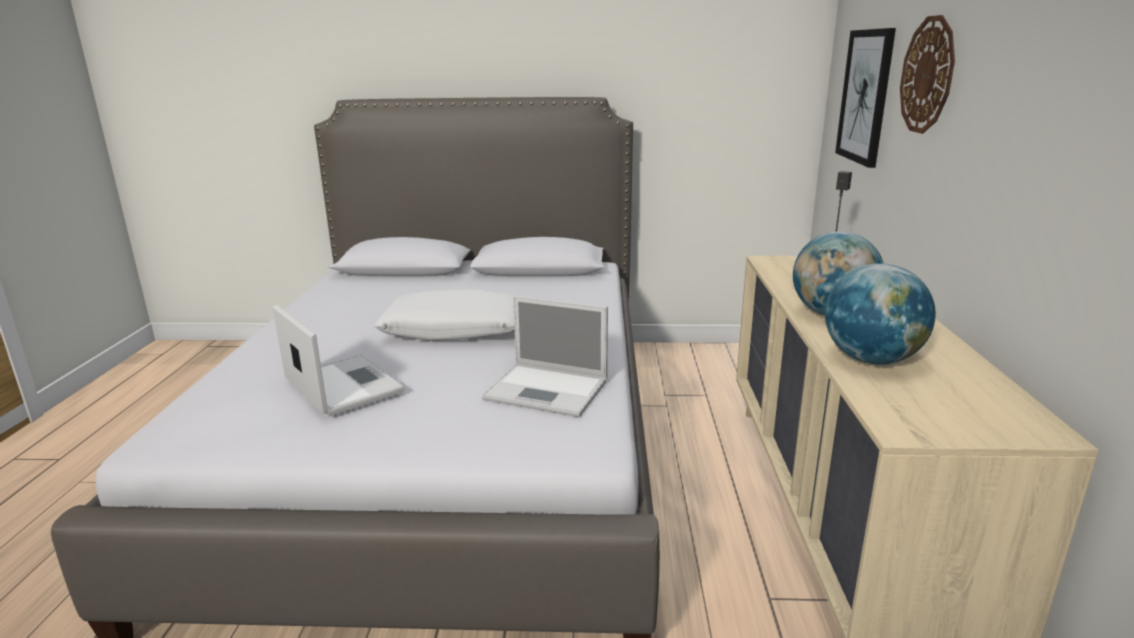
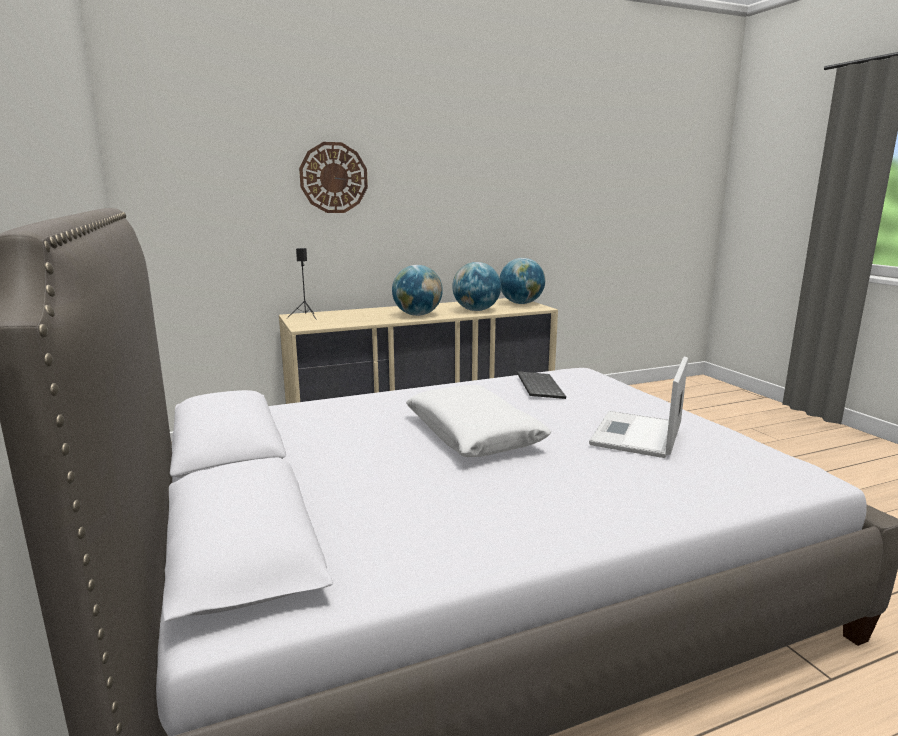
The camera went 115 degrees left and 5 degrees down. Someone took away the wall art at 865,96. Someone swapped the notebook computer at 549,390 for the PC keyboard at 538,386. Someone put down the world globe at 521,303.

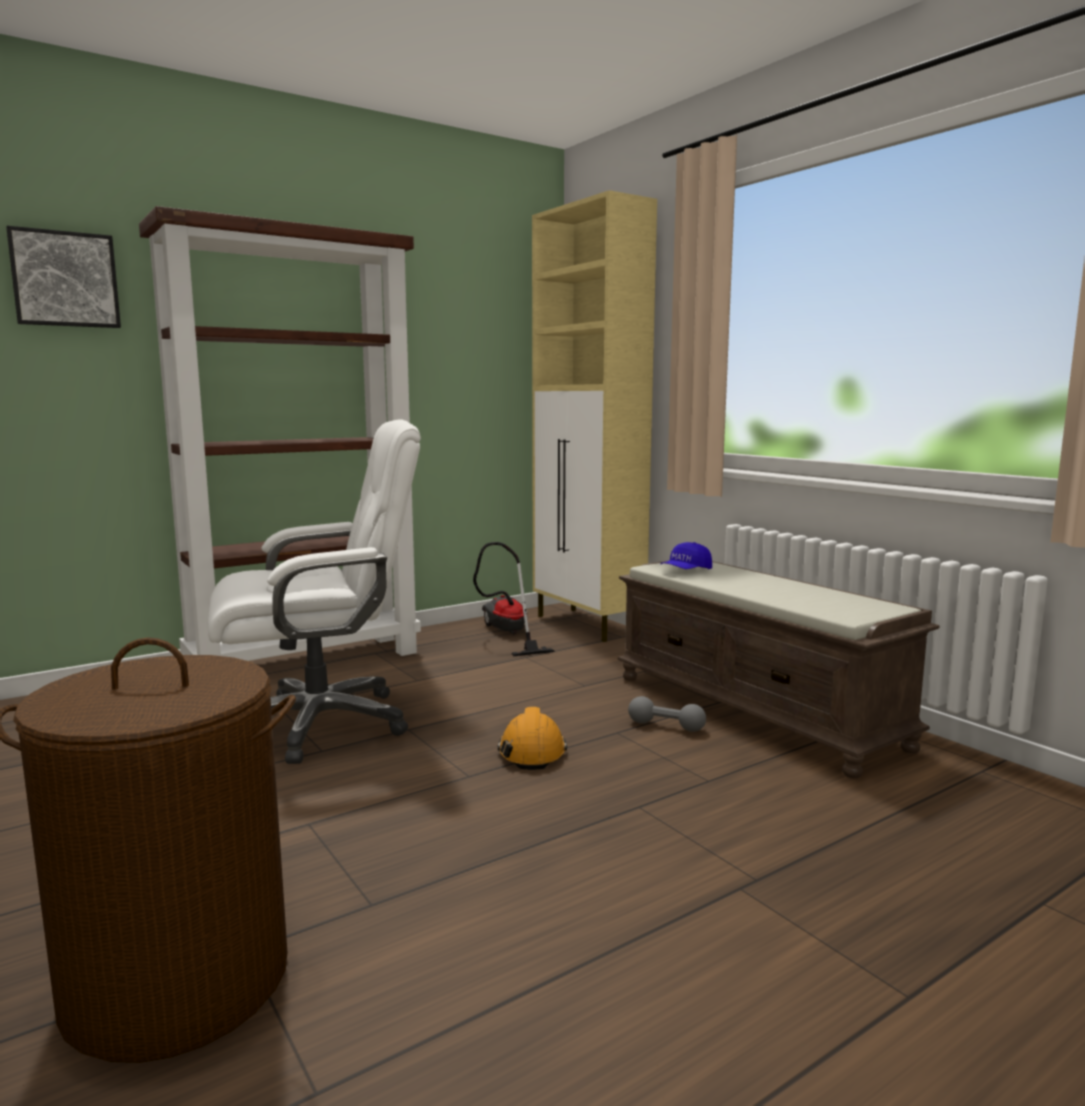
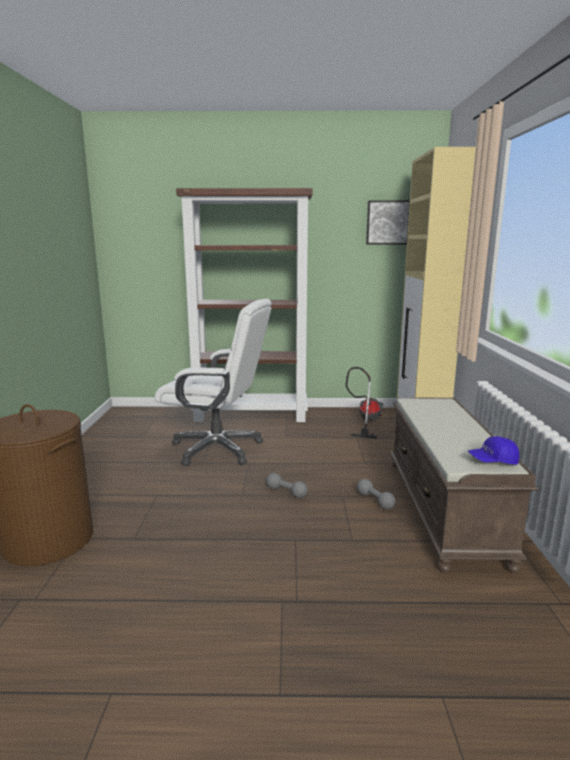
The camera went 35 degrees right and 5 degrees up. Someone carried the wall art from 65,279 to 387,222. Someone carried the peaked cap/blue from 686,571 to 492,461. Someone swapped the hard hat/orange-coloured at 532,751 for the free weight/grey at 286,492.

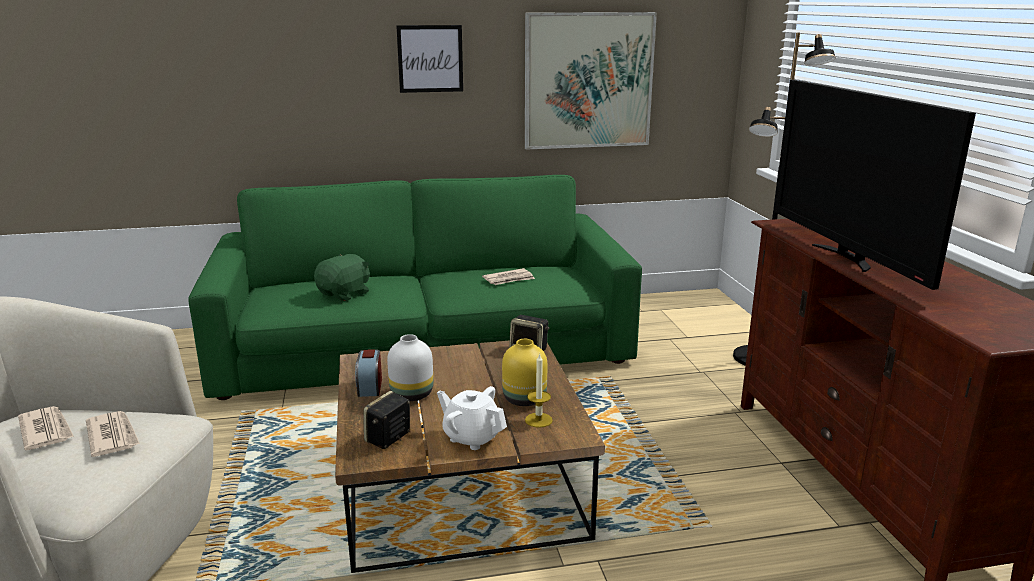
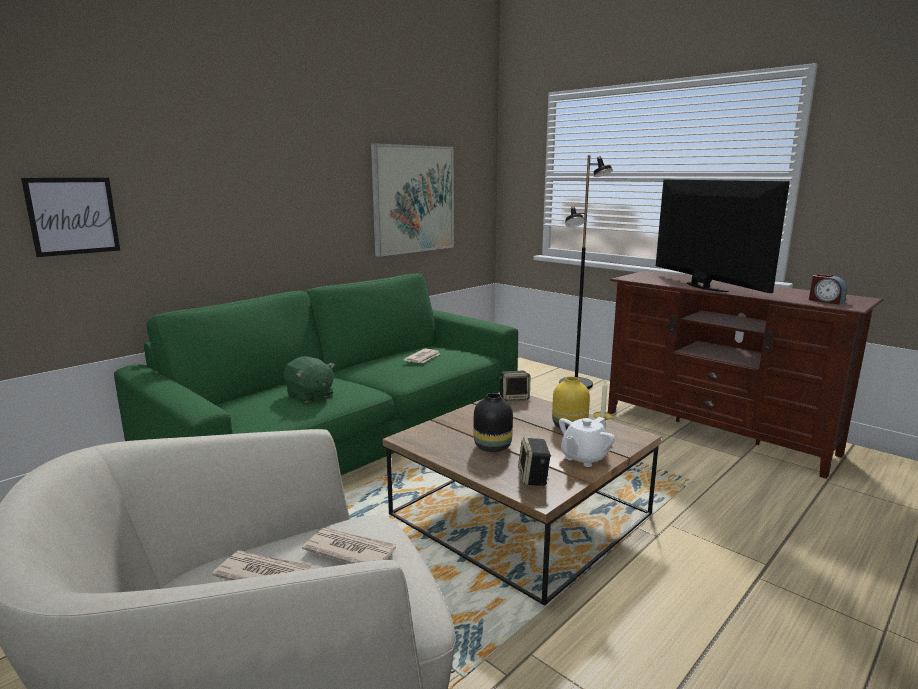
The camera went 35 degrees left and 5 degrees down. Someone carried the wall art from 430,59 to 73,216. Someone rotated the TV at 845,257 by 150 degrees counterclockwise. Someone rotated the plush toy/green at 345,294 by 135 degrees clockwise. Someone repainted the decorative vase/white-coloured at 411,394, which became the decorative vase/black at 491,446. Someone carried the alarm clock from 370,387 to 825,301. Someone rotated the tea pot/white-coloured at 472,437 by 45 degrees counterclockwise.

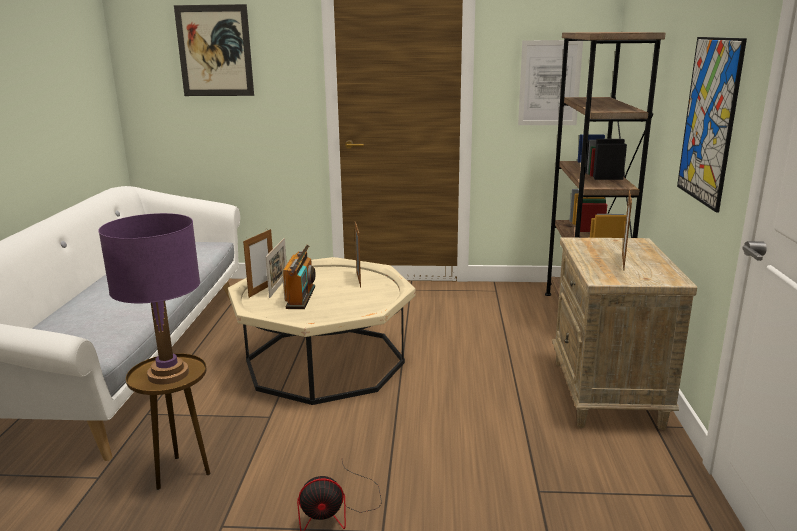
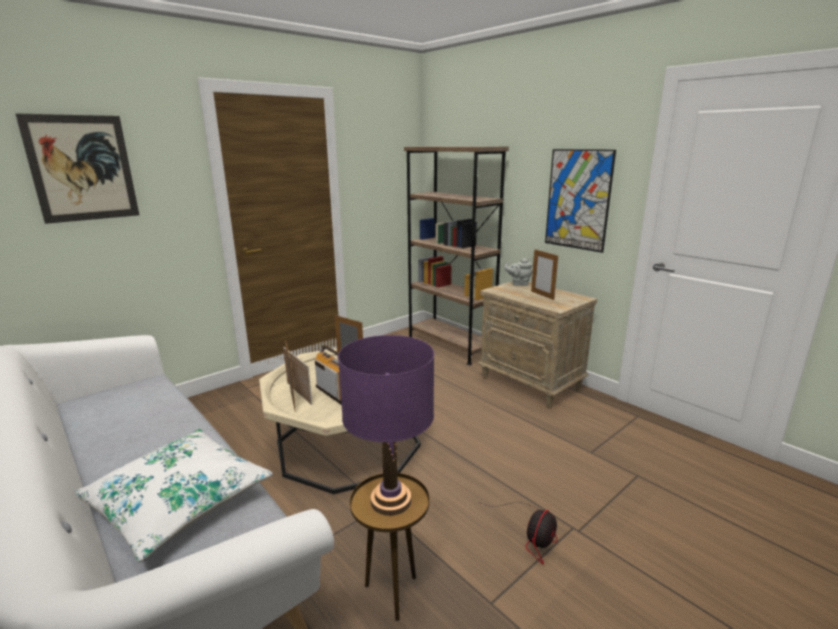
The camera went 45 degrees left and 0 degrees up. Someone took away the wall art at 549,83. Someone put down the tea pot/grey at 518,284. Someone put down the pillow/white-coloured at 178,501.

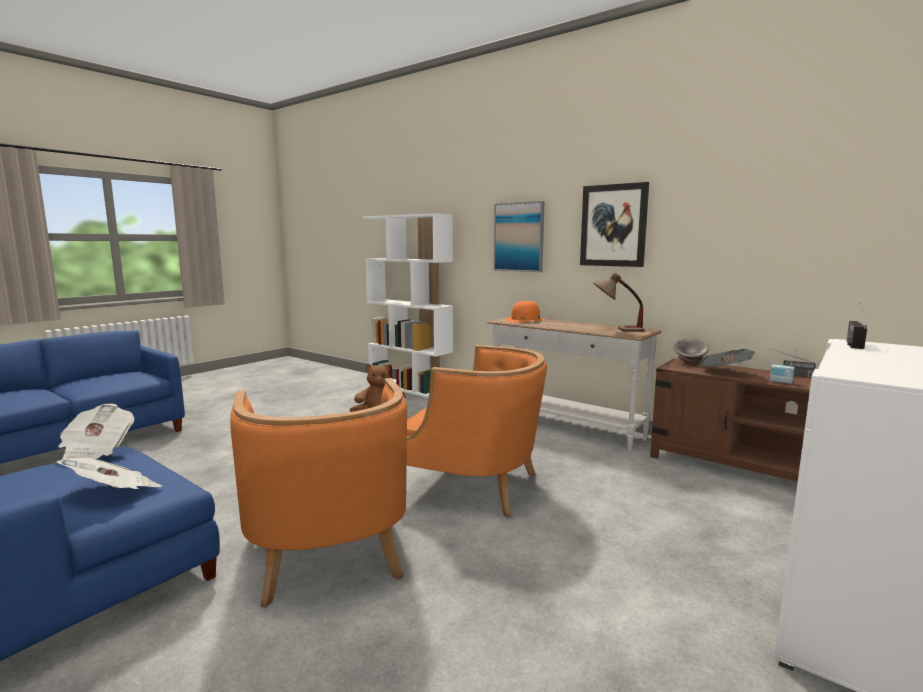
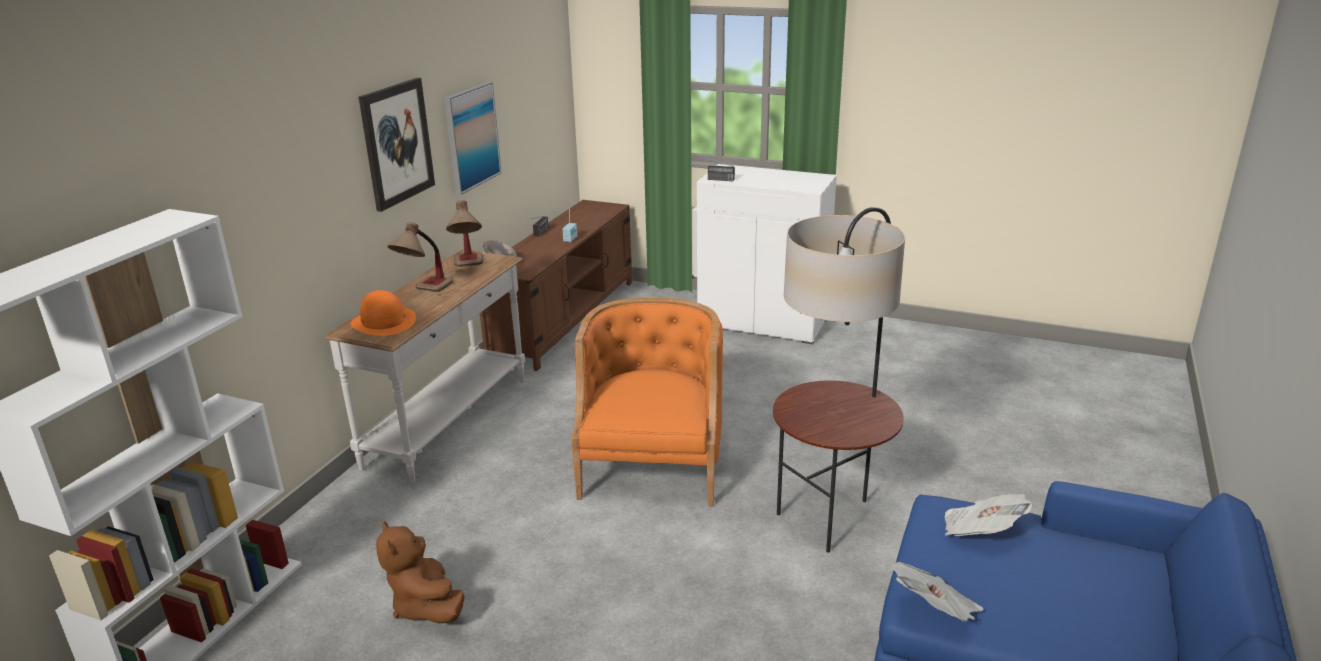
The camera went 105 degrees left and 15 degrees up. Someone carried the wall art from 519,237 to 471,137. Someone took away the newspaper at 724,372. Someone swapped the lounge chair/orange-coloured at 327,552 for the standing lamp at 830,518. Someone put down the table lamp at 425,292.

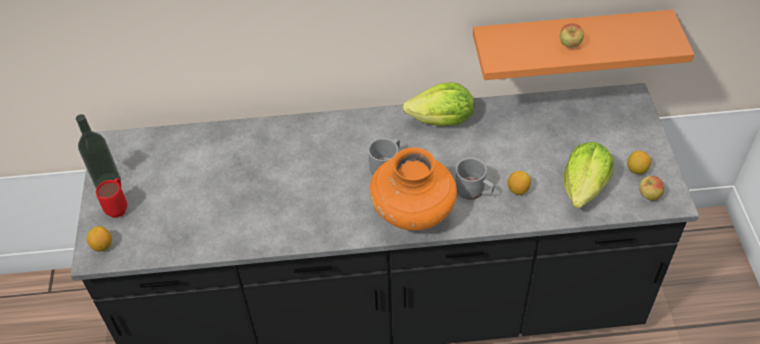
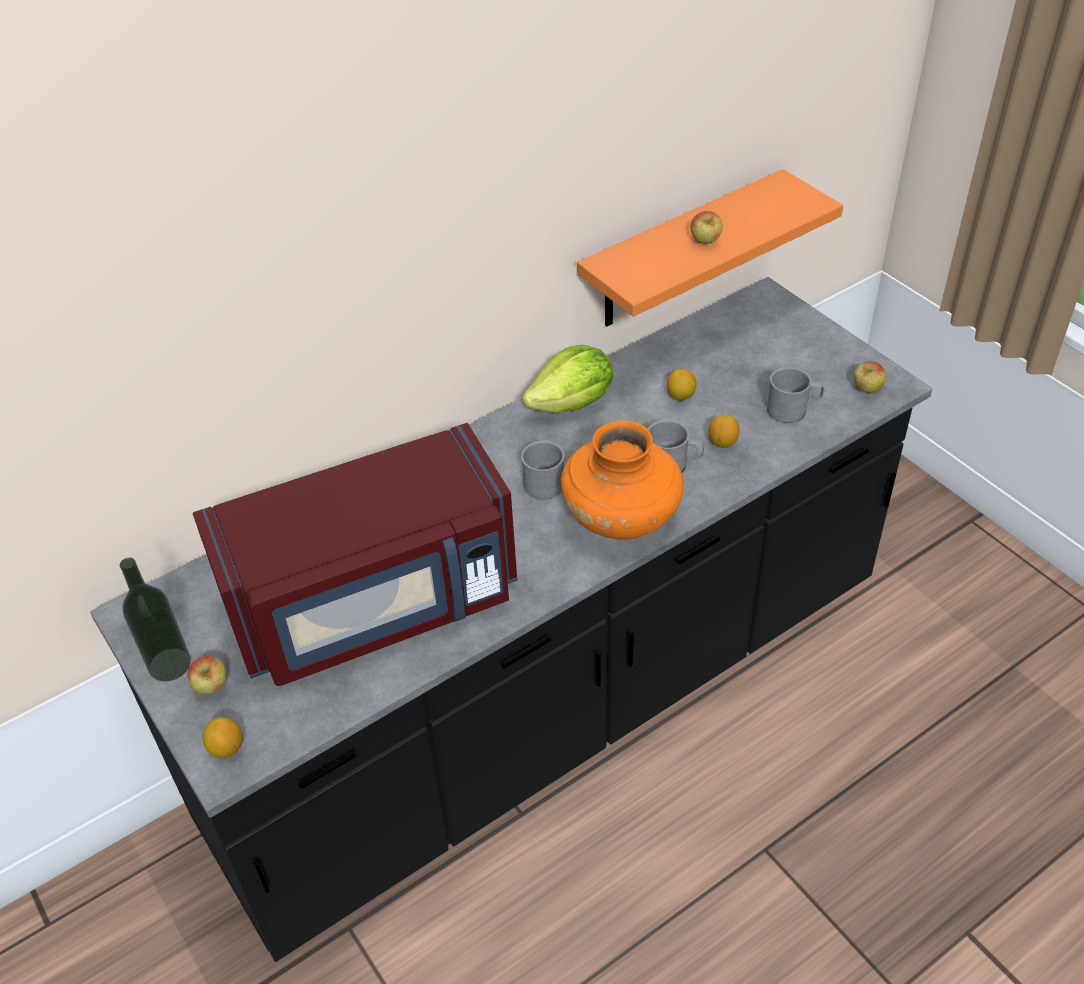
The camera went 30 degrees left and 5 degrees down. Someone swapped the lettuce at 584,187 for the mug/grey at 793,409. Someone carried the citrus fruit from 636,170 to 680,396. Someone swapped the mug/red-coloured at 119,207 for the apple at 212,688. Someone put down the microwave oven/red-coloured at 376,605.

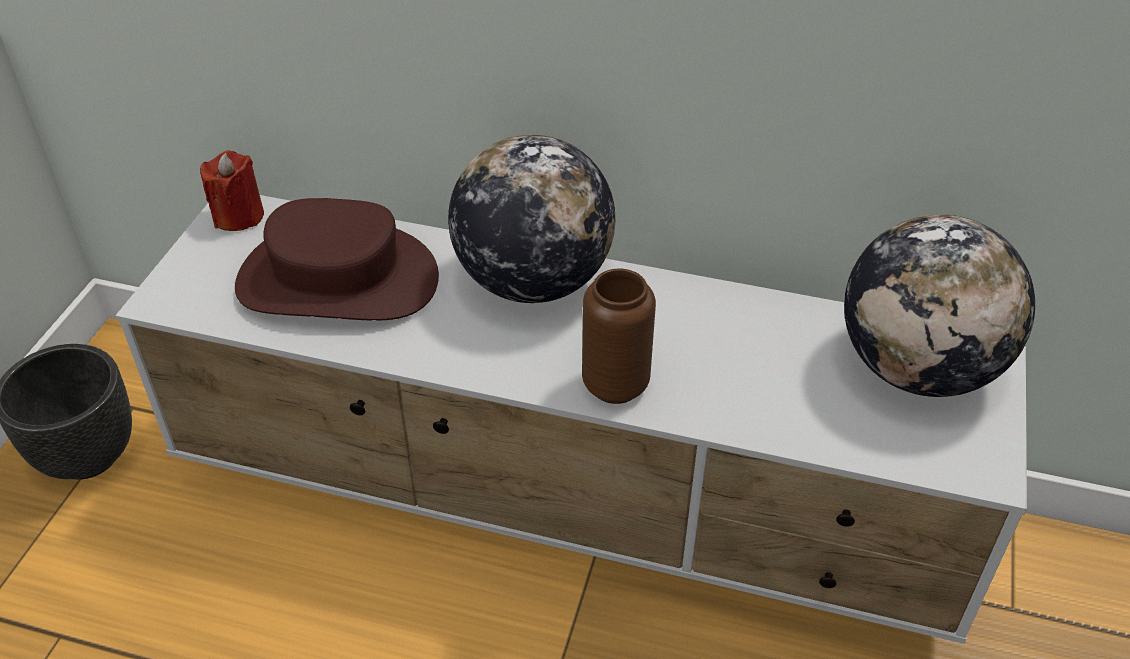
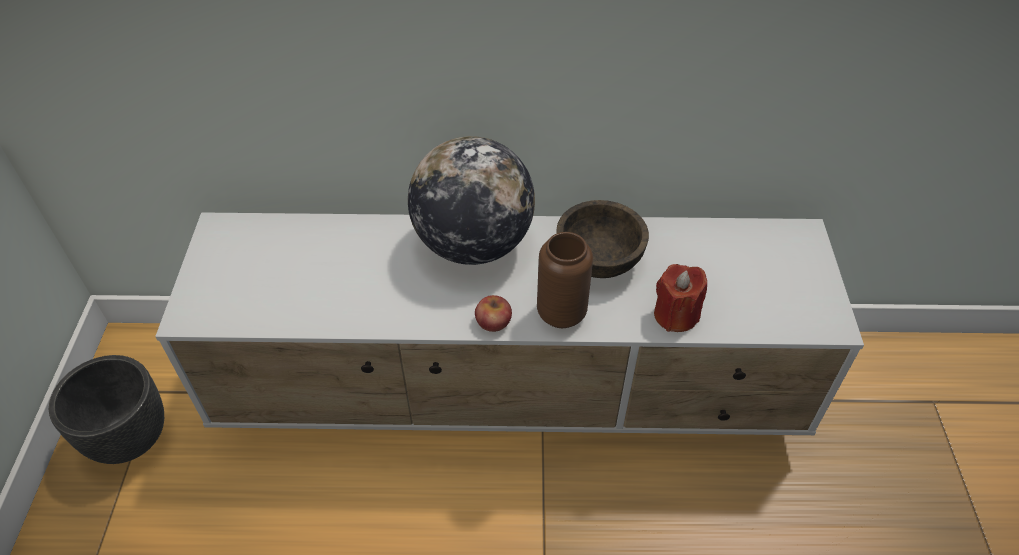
The camera went 15 degrees left and 5 degrees up. Someone carried the wax candle/red-coloured from 238,216 to 675,315. Someone took away the wearable hat/brown at 338,280. Someone took away the world globe at 918,369. Someone put down the deep dish/brown at 599,259. Someone put down the apple at 493,321.

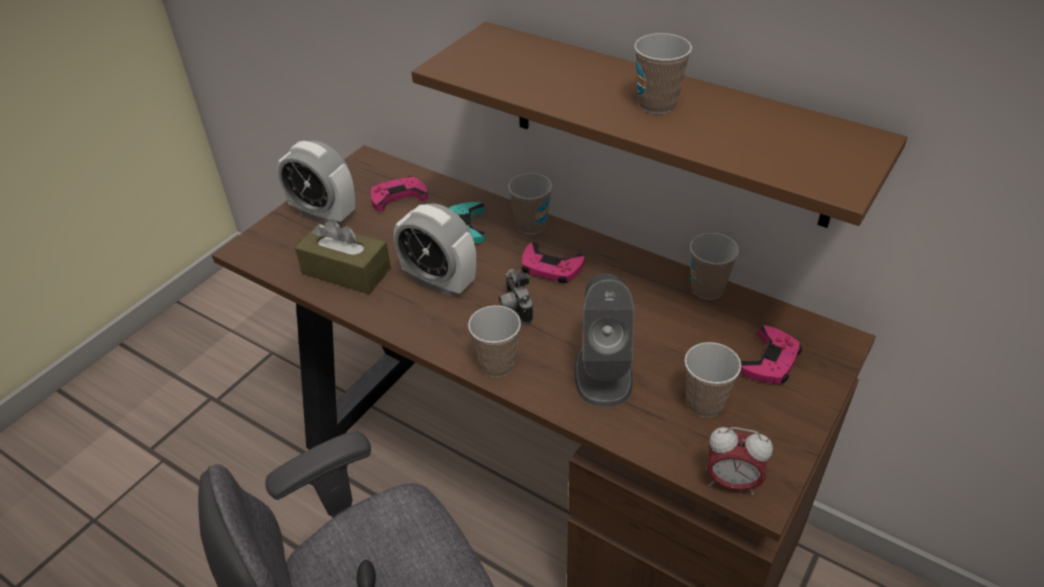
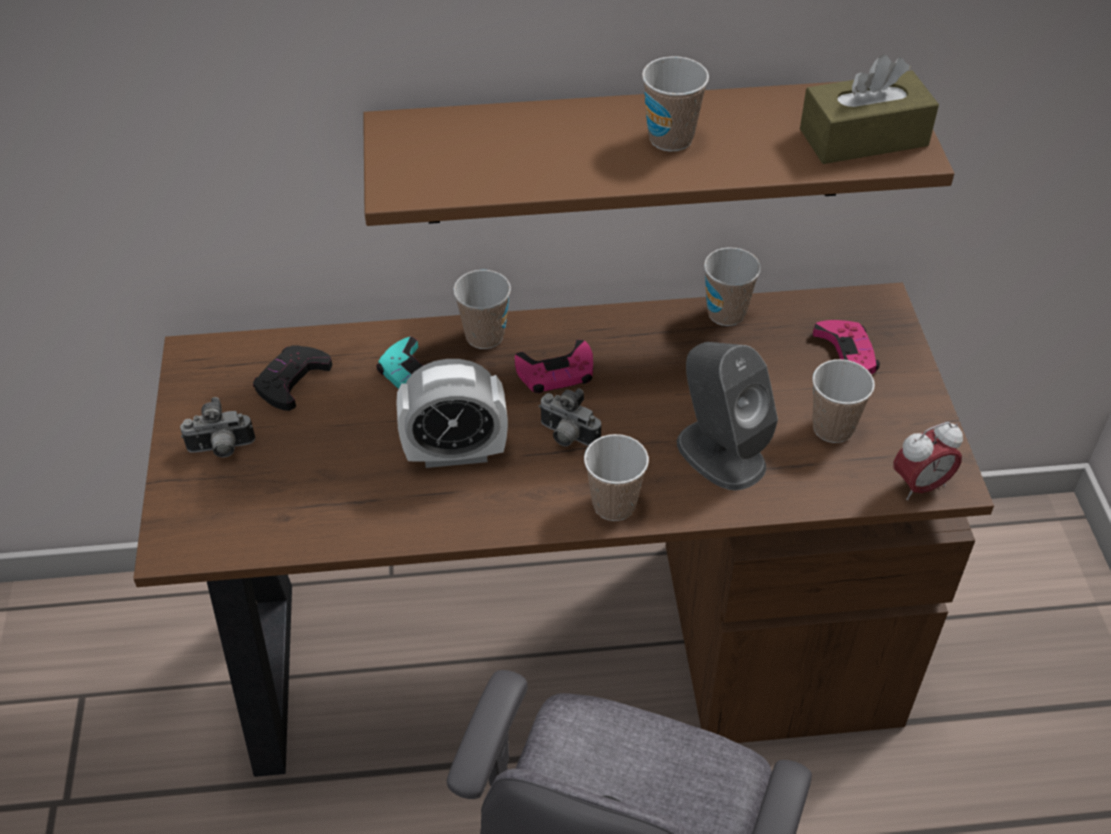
The camera went 40 degrees left and 5 degrees up. Someone swapped the alarm clock at 323,214 for the photo camera at 221,449. Someone repainted the game controller/pink-coloured at 398,197, which became the game controller/black at 292,381. Someone carried the tissue holder/brown from 346,271 to 863,137.

